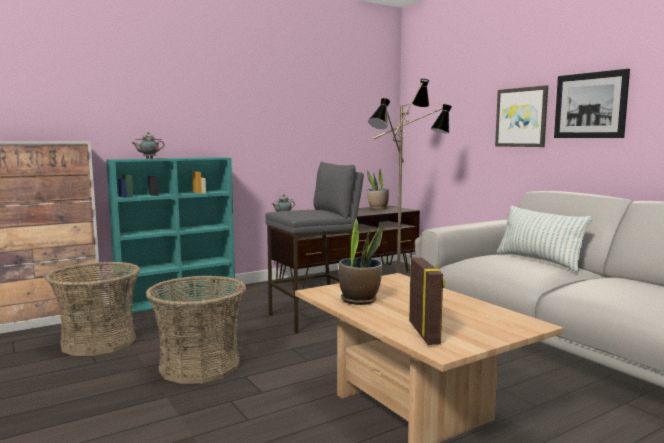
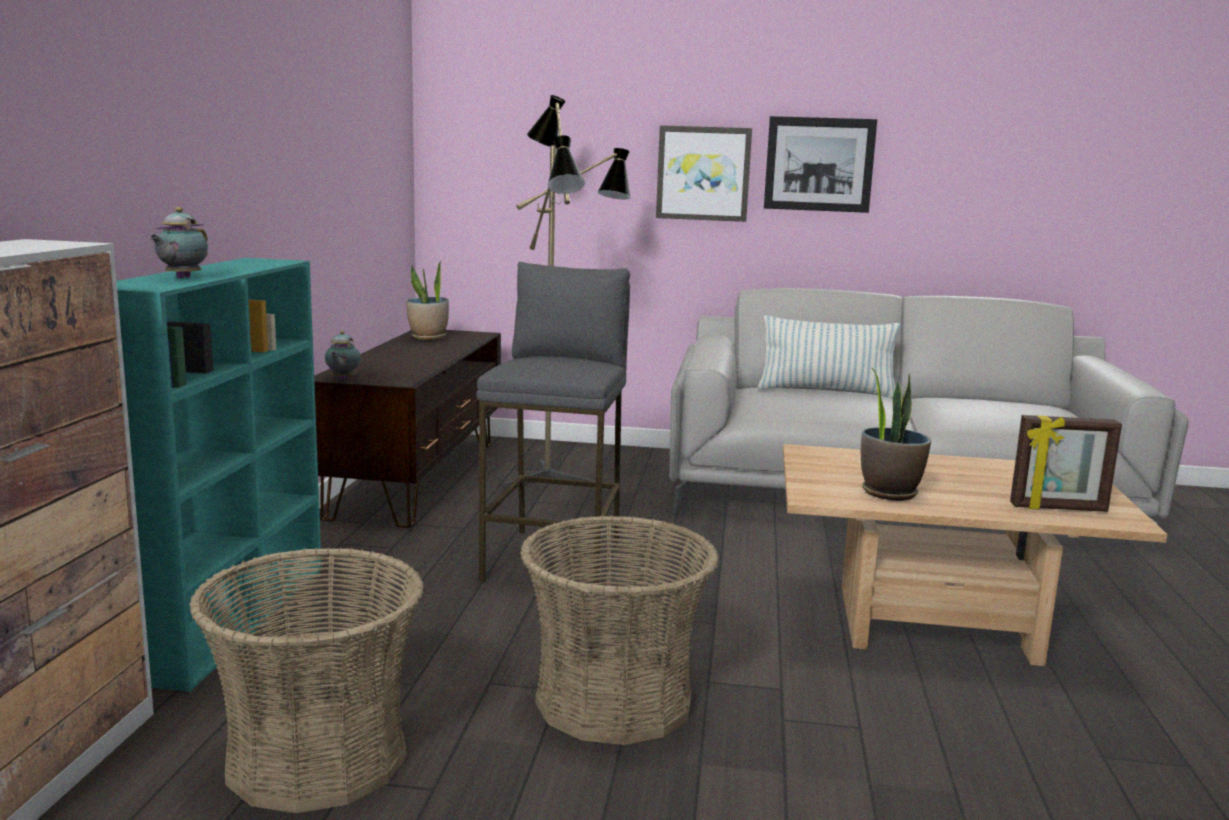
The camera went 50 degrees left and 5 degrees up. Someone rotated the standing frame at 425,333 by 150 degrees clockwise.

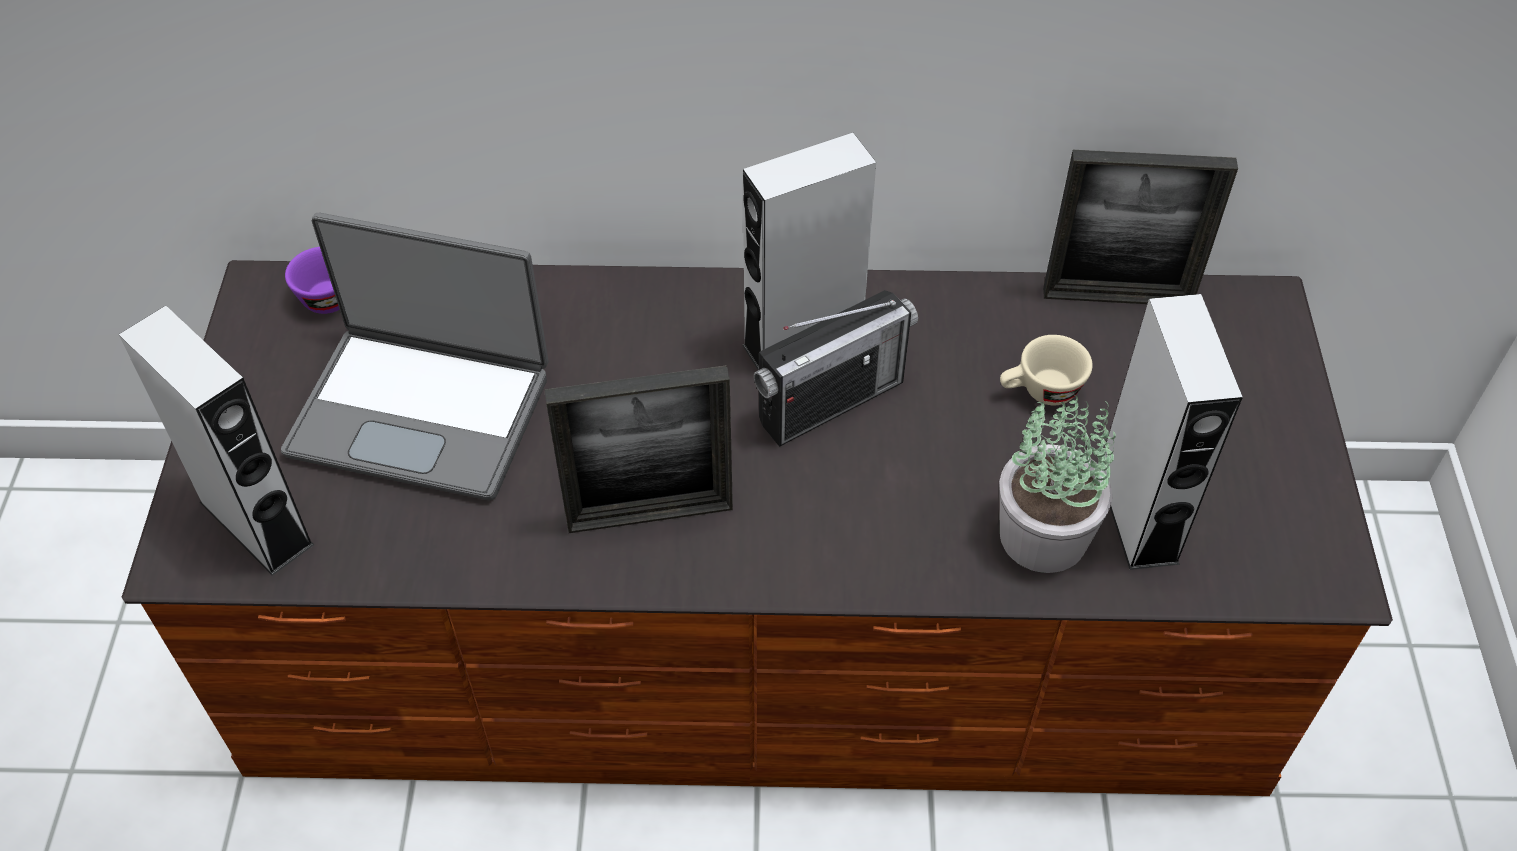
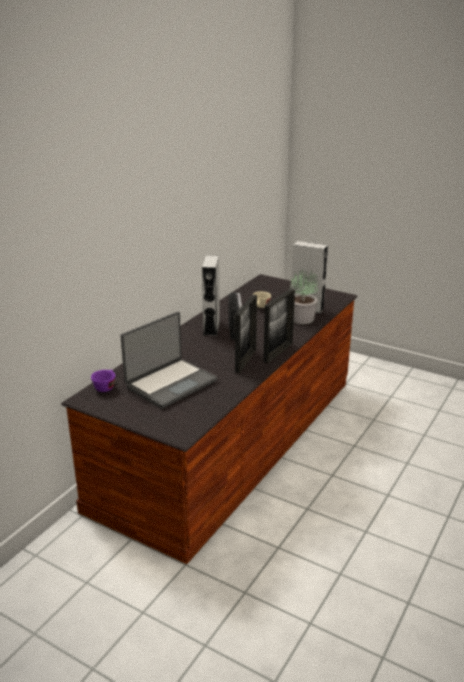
The camera went 60 degrees left and 25 degrees down. Someone carried the standing frame from 1117,297 to 278,353. Someone took away the audio speaker/grey at 256,523.

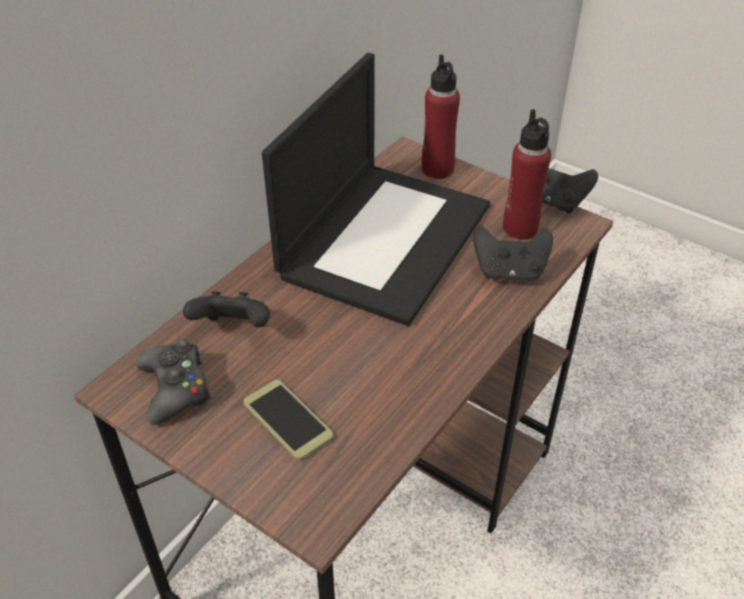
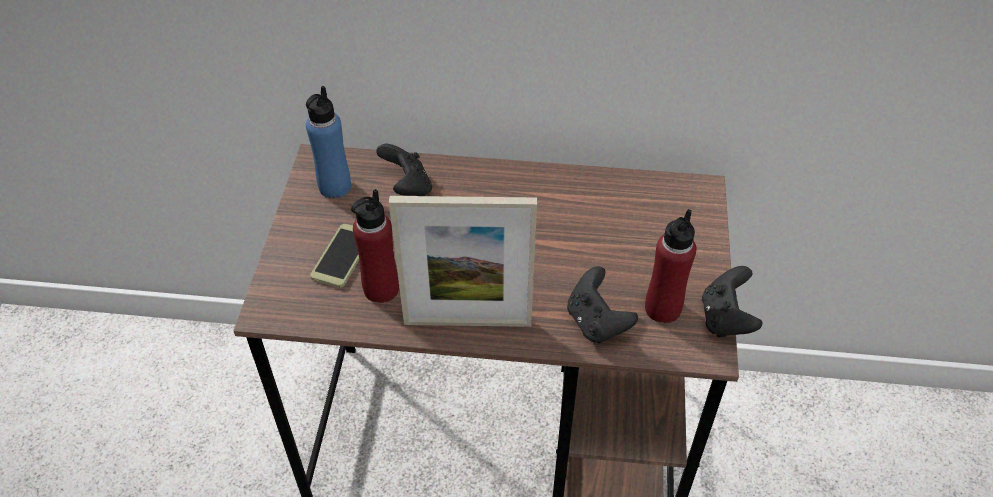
The camera went 60 degrees right and 5 degrees up. Someone took away the notebook computer at 385,238. Someone carried the beverage bottle/red-coloured from 437,169 to 381,289. Someone swapped the game controller/black at 176,388 for the beverage bottle/blue at 334,187. Someone put down the standing frame at 467,322.

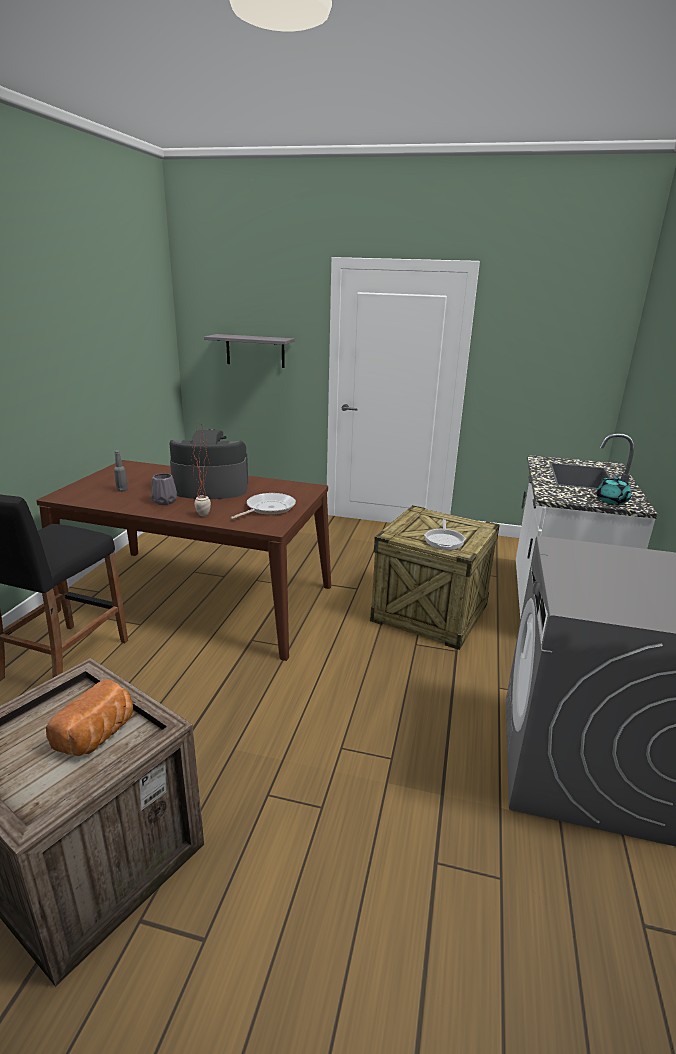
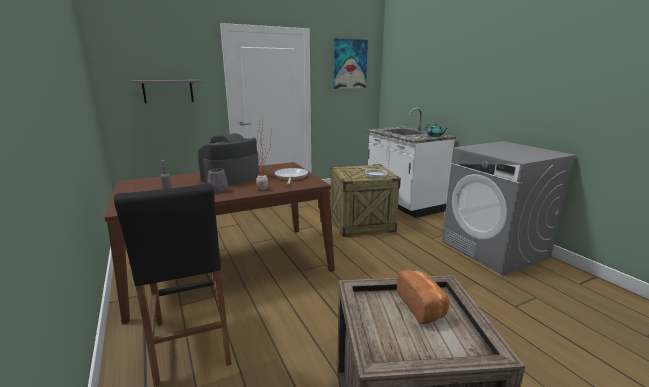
The camera went 40 degrees left and 5 degrees down. Someone put up the wall art at 349,64.

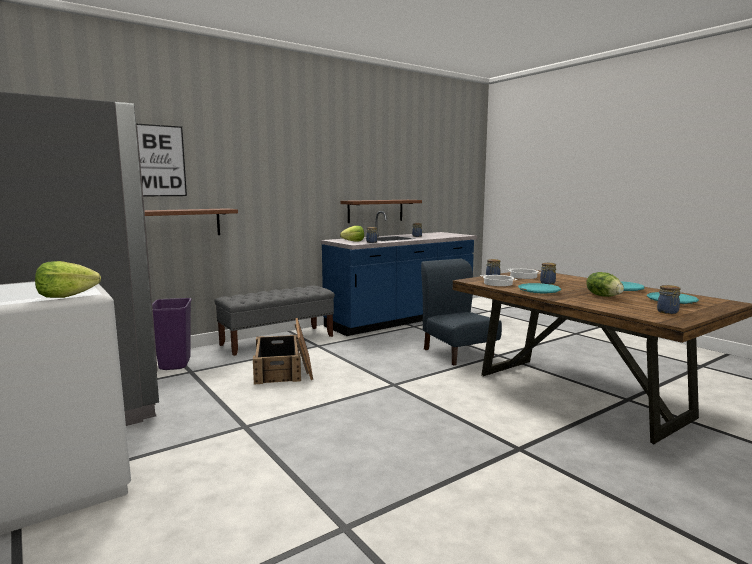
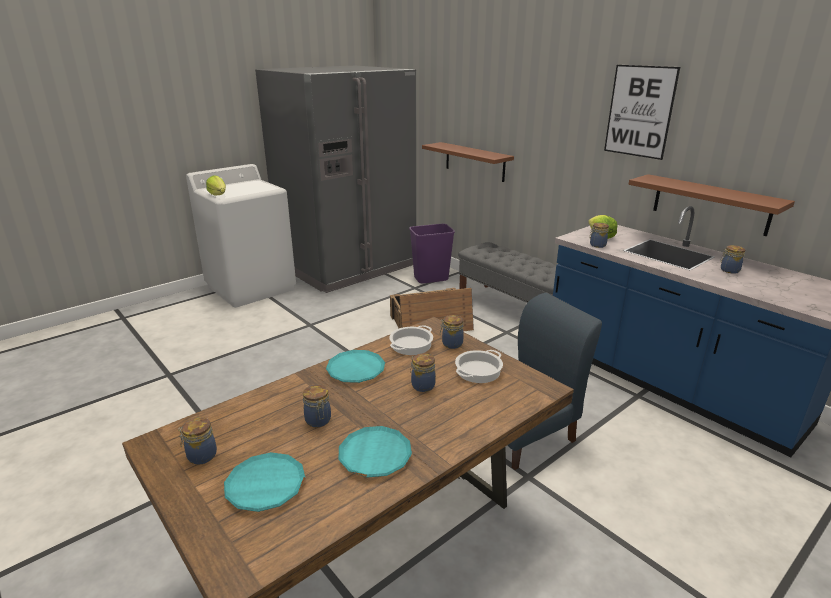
The camera went 85 degrees right and 15 degrees up. Someone carried the wall art from 156,161 to 640,111. Someone swapped the lettuce at 603,296 for the storage jar at 318,421.

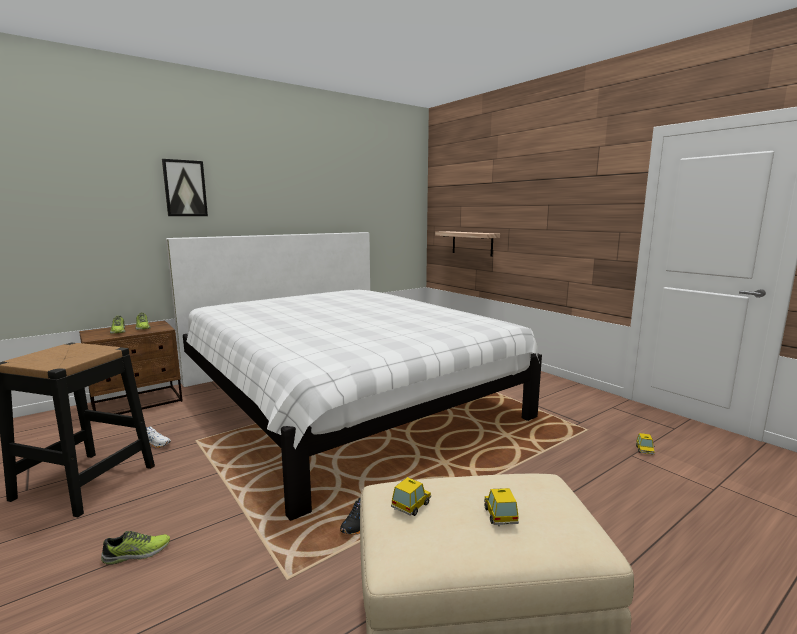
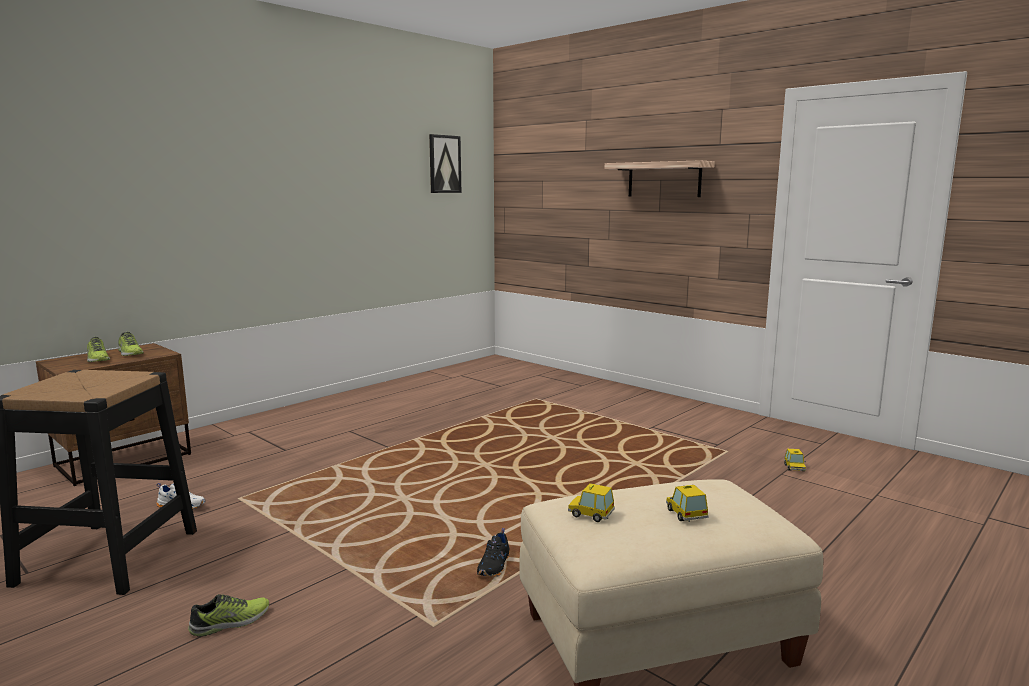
The camera went 10 degrees left and 0 degrees up. Someone carried the wall art from 185,188 to 444,164. Someone carried the bracket shelf from 472,243 to 664,179. Someone took away the bed/white-coloured at 344,401. Someone rotated the miniature car at 411,505 by 90 degrees counterclockwise.

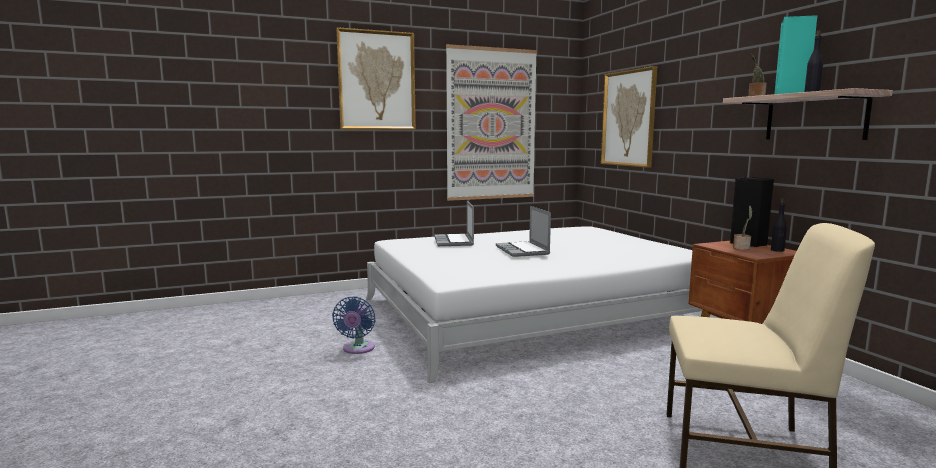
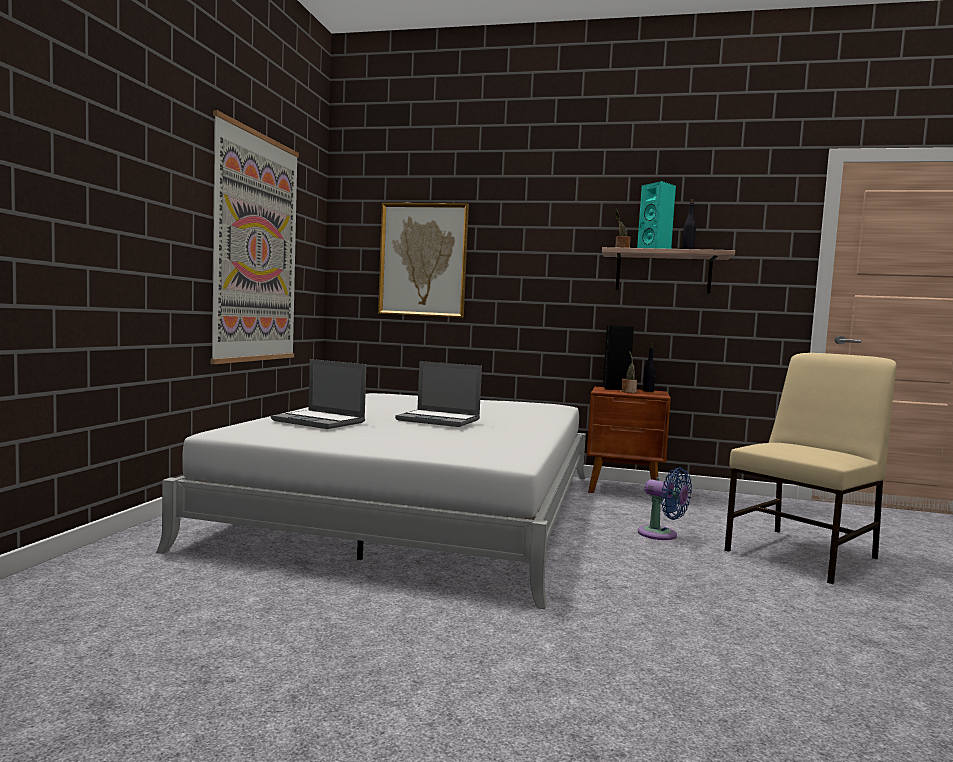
The camera went 55 degrees left and 5 degrees down. Someone took away the wall art at 376,81. Someone carried the fan/blue from 357,349 to 661,535.

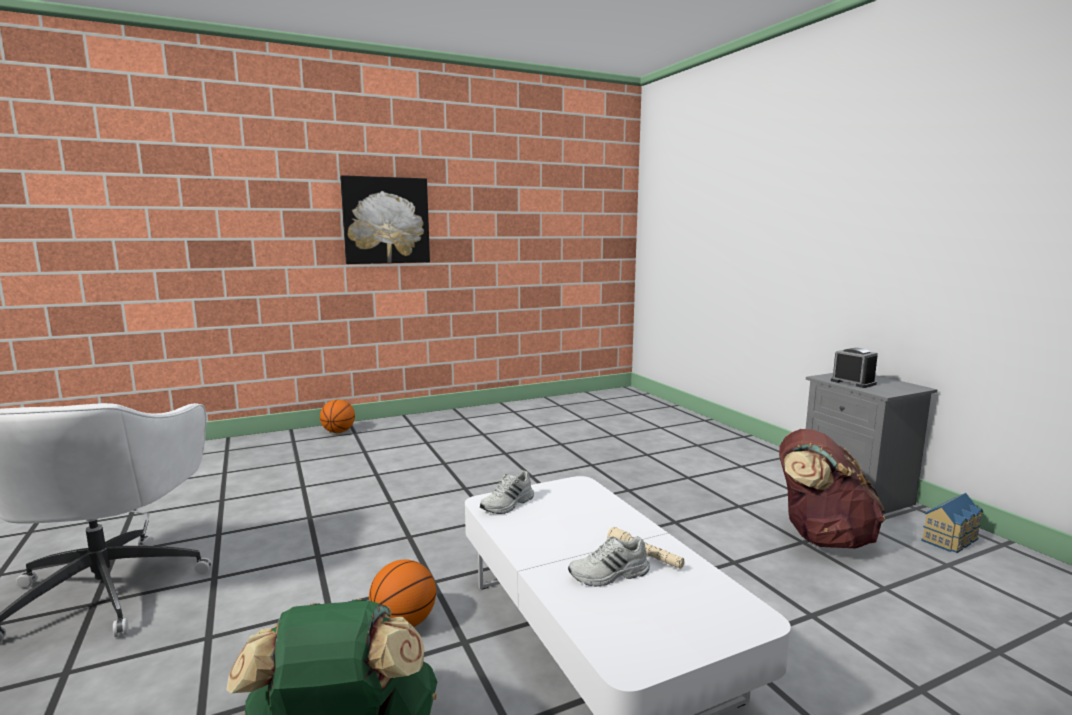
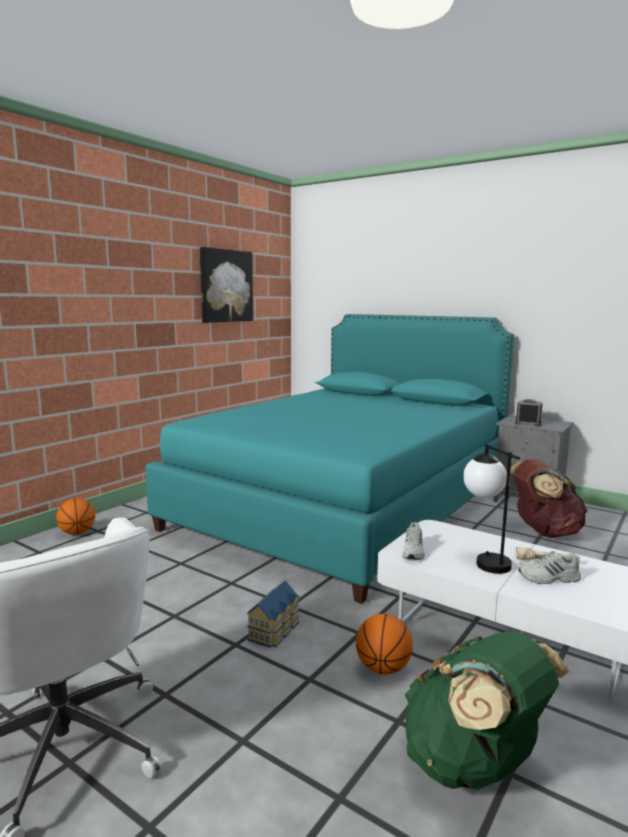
The camera went 30 degrees left and 0 degrees up. Someone carried the wall art from 386,220 to 226,286. Someone carried the toy house from 952,539 to 276,630. Someone rotated the shoe/white-coloured at 609,575 by 45 degrees clockwise. Someone put down the bed/turquoise at 344,507. Someone put down the table lamp at 484,559.

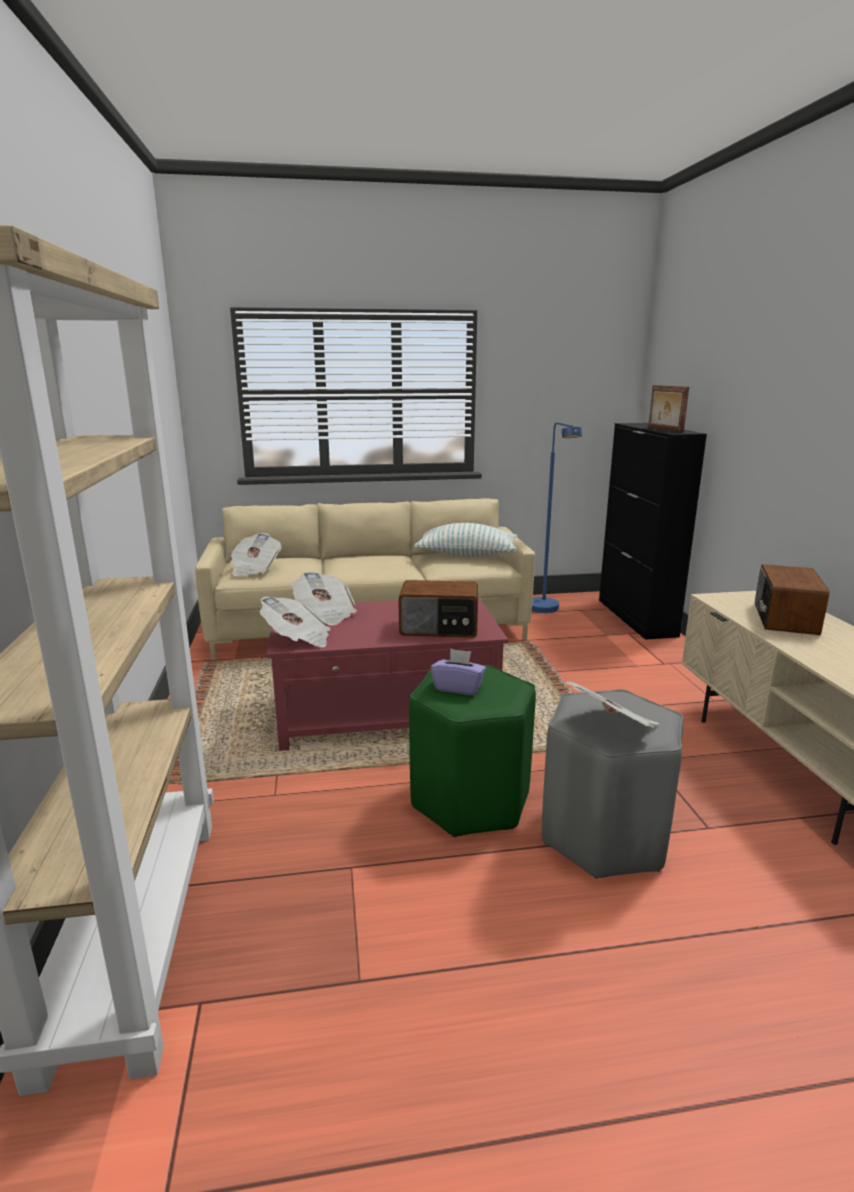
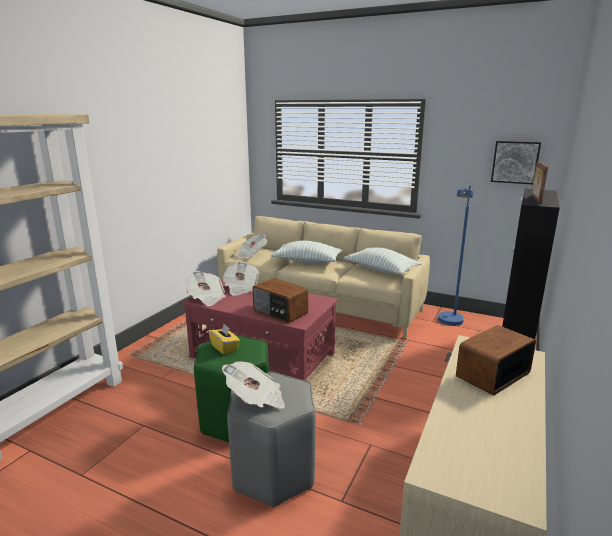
The camera went 35 degrees right and 0 degrees up. Someone repainted the tissue holder/purple-coloured at 458,688, which became the tissue holder/yellow-coloured at 225,348. Someone put up the wall art at 515,162. Someone put down the pillow at 307,262.

